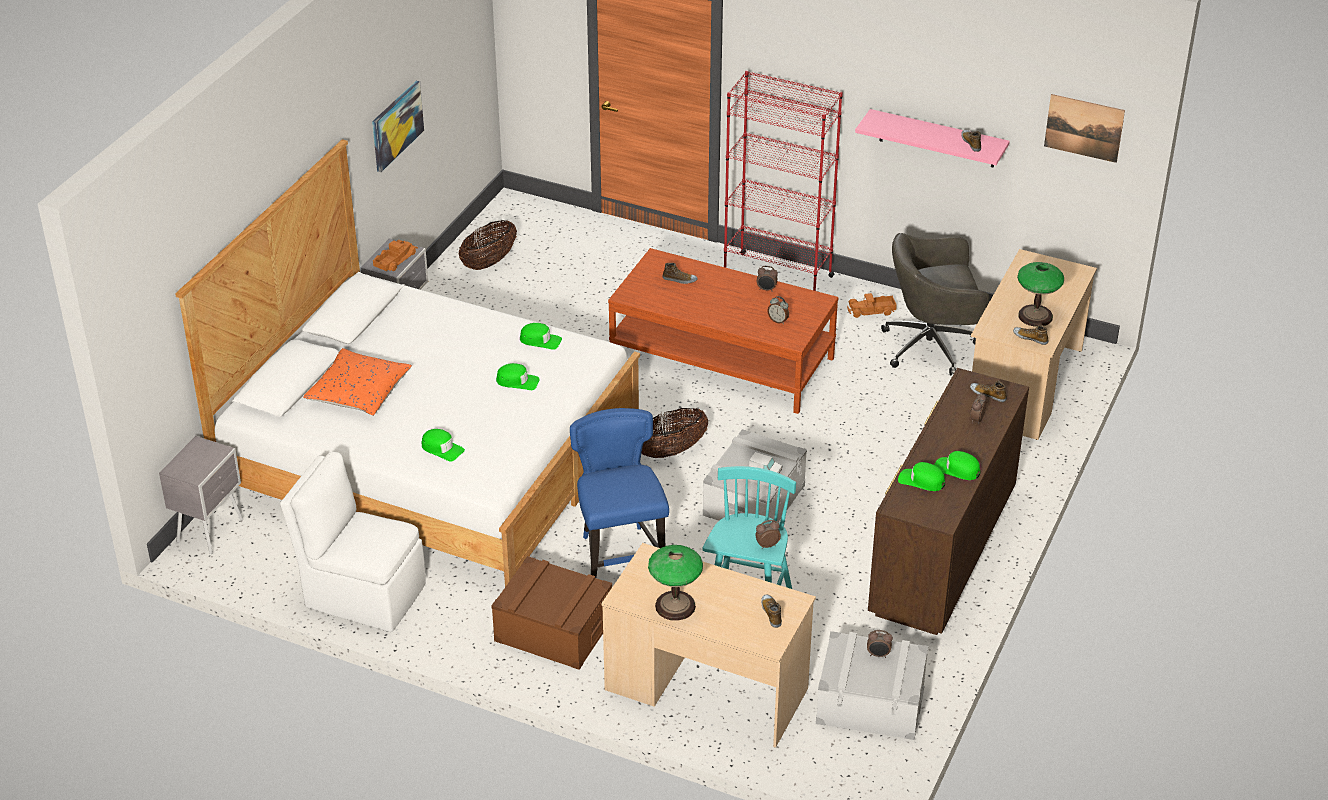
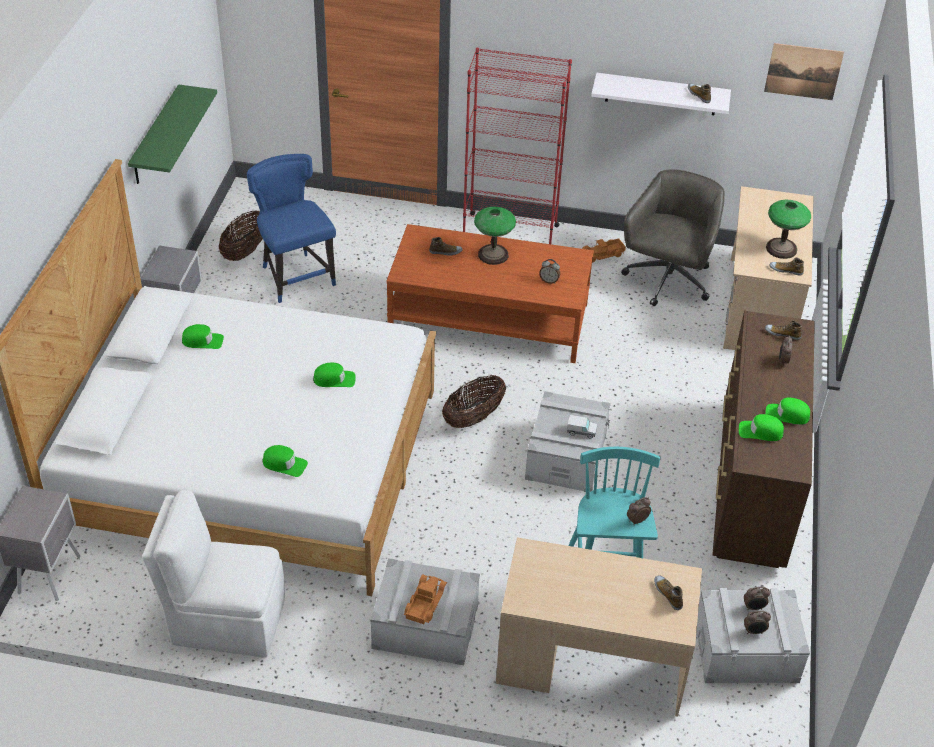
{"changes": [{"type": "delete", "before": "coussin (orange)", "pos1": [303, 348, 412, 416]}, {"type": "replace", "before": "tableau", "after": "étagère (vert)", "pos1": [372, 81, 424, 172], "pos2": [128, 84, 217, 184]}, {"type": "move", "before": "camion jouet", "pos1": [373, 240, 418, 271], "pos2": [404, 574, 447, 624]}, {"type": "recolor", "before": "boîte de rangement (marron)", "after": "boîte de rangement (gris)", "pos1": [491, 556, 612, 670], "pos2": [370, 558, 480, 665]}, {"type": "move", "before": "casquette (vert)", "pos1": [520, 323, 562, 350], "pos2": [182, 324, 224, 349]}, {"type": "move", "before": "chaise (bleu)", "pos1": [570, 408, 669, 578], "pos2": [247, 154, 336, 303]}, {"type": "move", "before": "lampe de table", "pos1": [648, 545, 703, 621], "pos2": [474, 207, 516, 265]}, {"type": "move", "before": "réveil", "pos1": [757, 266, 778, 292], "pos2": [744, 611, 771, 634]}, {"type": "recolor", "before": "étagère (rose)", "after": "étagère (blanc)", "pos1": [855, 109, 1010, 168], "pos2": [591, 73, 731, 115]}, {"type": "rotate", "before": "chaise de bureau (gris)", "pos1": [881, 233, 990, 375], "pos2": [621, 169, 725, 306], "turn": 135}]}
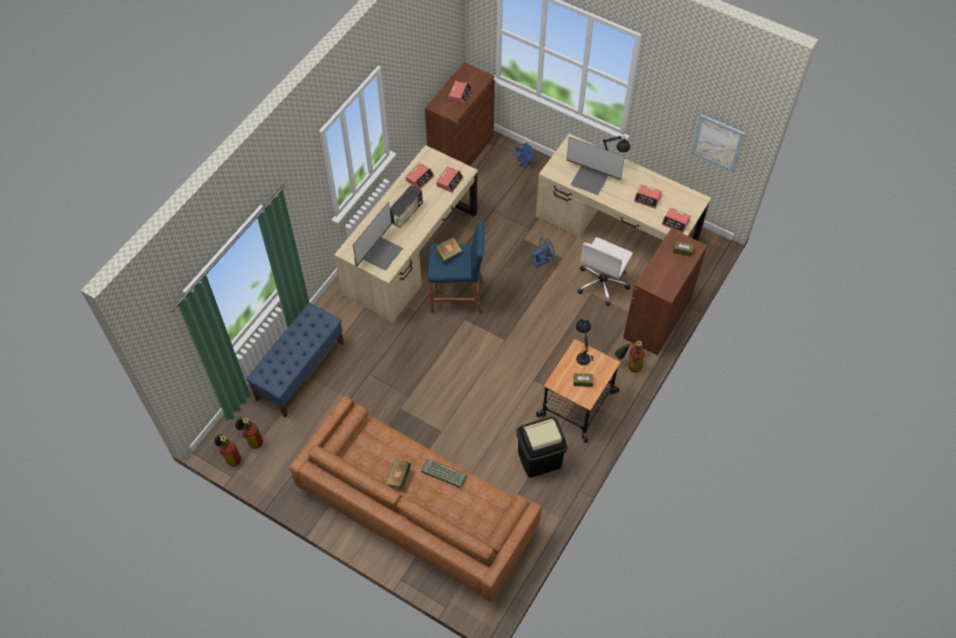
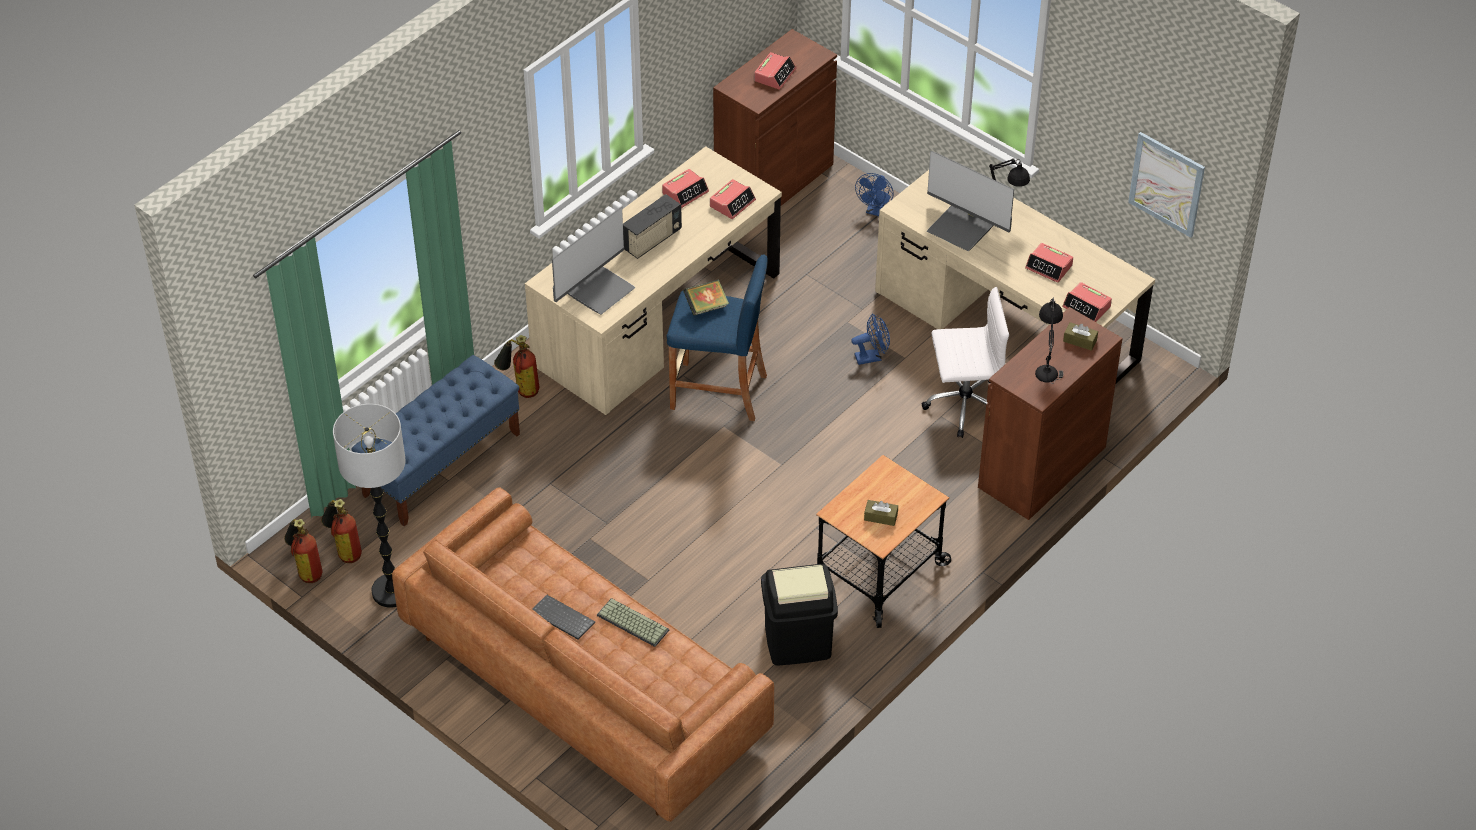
{"changes": [{"type": "replace", "before": "livre", "after": "clavier", "pos1": [386, 460, 411, 488], "pos2": [532, 595, 595, 639]}, {"type": "move", "before": "lampe de table (noir)", "pos1": [576, 318, 594, 366], "pos2": [1035, 297, 1063, 384]}, {"type": "rotate", "before": "chaise de bureau (blanc)", "pos1": [577, 237, 633, 306], "pos2": [922, 287, 1009, 438], "turn": -135}, {"type": "move", "before": "extincteur", "pos1": [615, 340, 645, 372], "pos2": [494, 335, 539, 398]}, {"type": "insert", "after": "lampadaire", "pos2": [333, 404, 406, 608]}]}
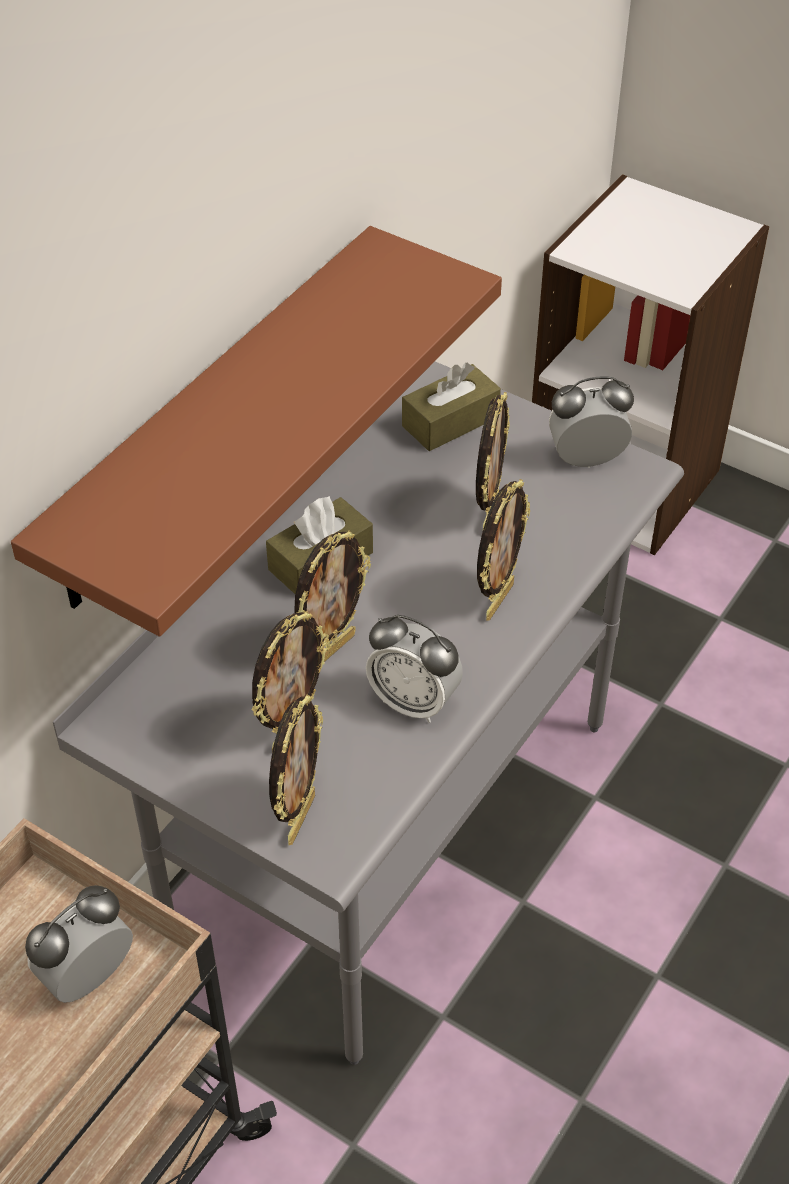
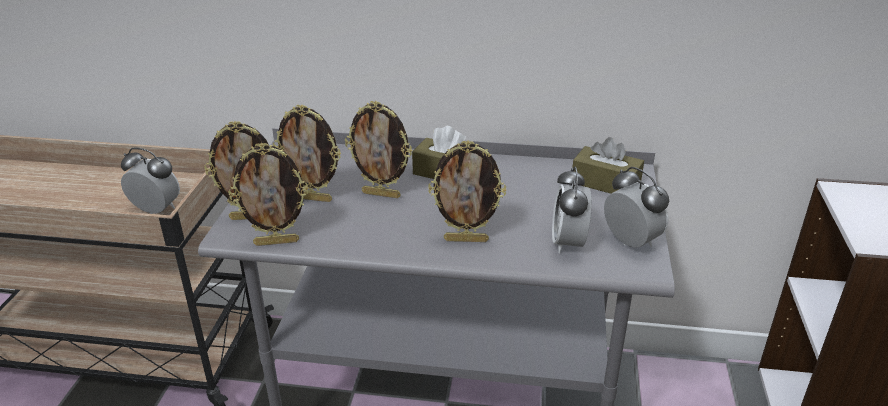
{"changes": [{"type": "delete", "before": "étagère (marron)", "pos1": [11, 226, 502, 637]}, {"type": "move", "before": "réveil", "pos1": [366, 615, 463, 723], "pos2": [552, 166, 592, 253]}, {"type": "move", "before": "cadre photo", "pos1": [476, 392, 510, 529], "pos2": [228, 142, 309, 246]}]}
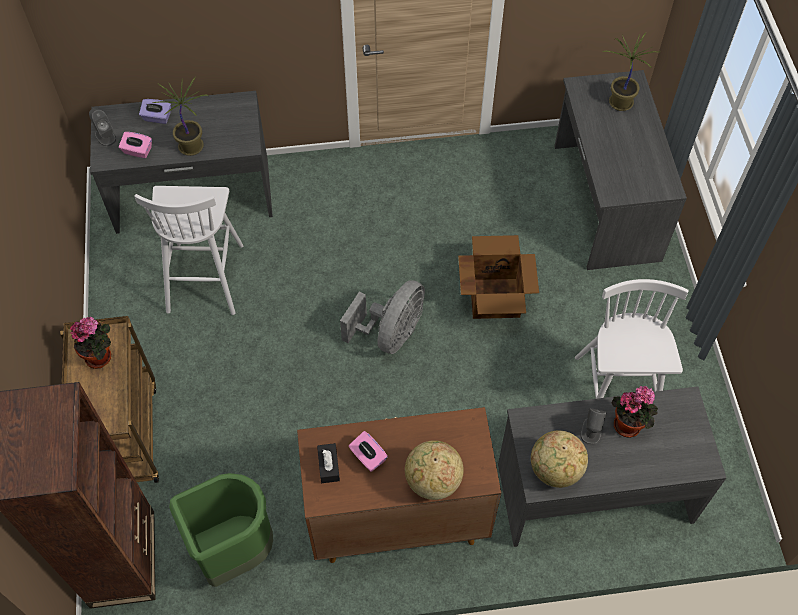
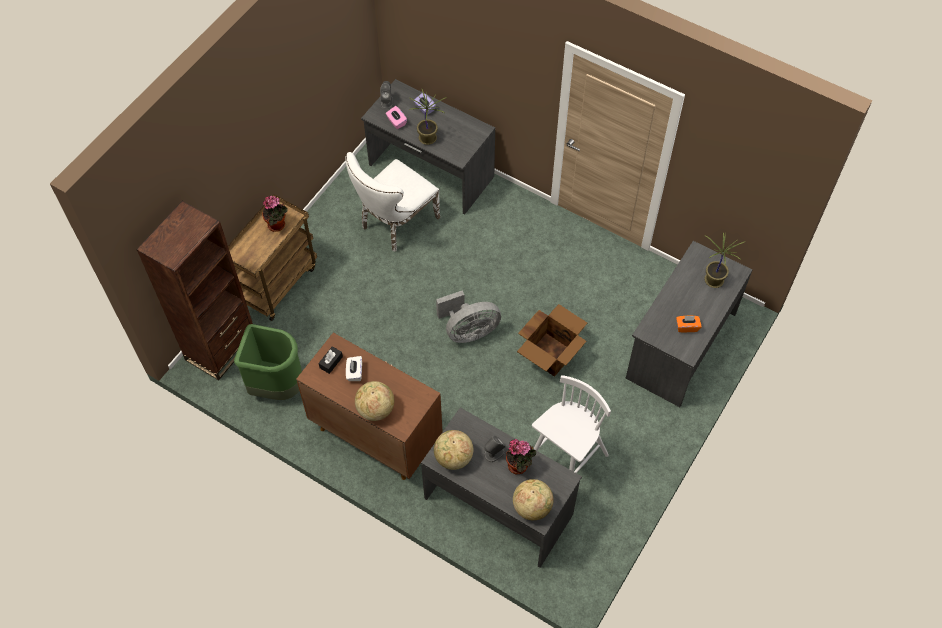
{"changes": [{"type": "replace", "before": "tabouret (blanc)", "after": "chaise (blanc)", "pos1": [134, 186, 243, 315], "pos2": [346, 152, 440, 252]}, {"type": "recolor", "before": "boîte à mouchoirs (rose)", "after": "boîte à mouchoirs (blanc)", "pos1": [348, 431, 388, 472], "pos2": [346, 356, 362, 381]}, {"type": "insert", "after": "globe", "pos2": [513, 479, 554, 520]}, {"type": "insert", "after": "boîte à mouchoirs (orange)", "pos2": [676, 316, 702, 333]}]}
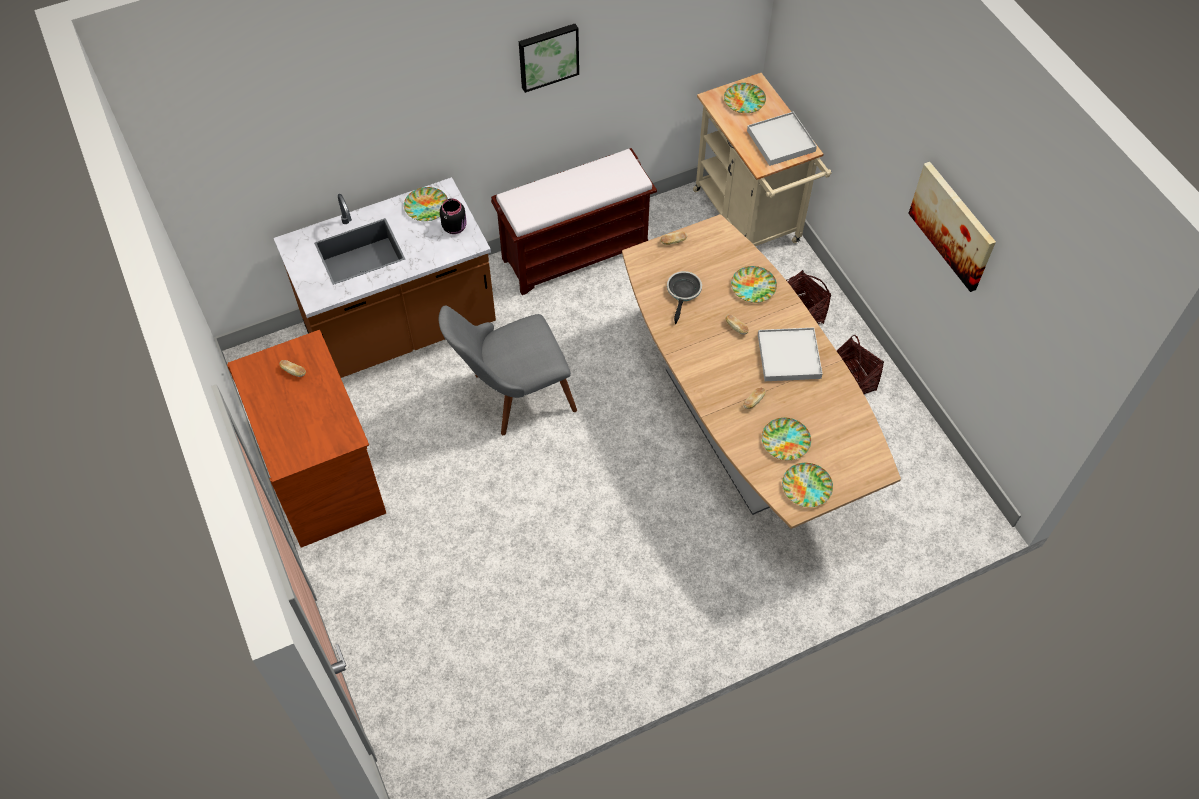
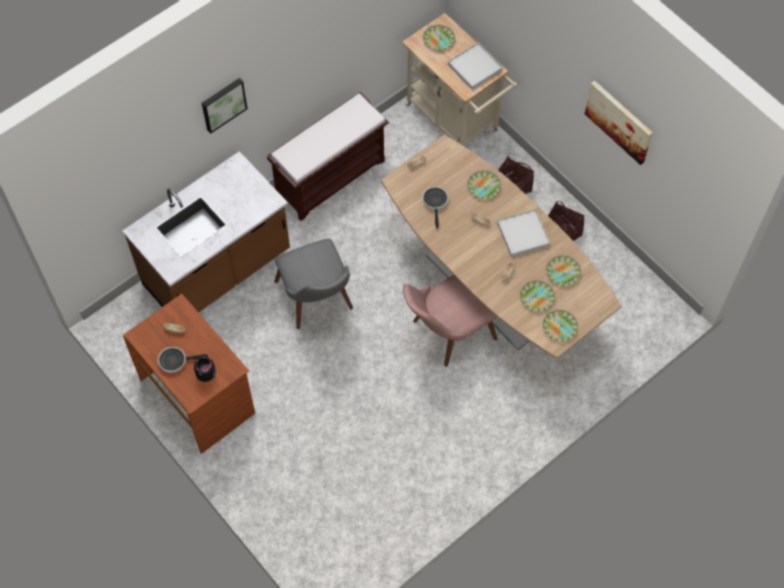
{"changes": [{"type": "move", "before": "assiette", "pos1": [404, 187, 448, 221], "pos2": [546, 256, 581, 286]}, {"type": "rotate", "before": "chaise (gris)", "pos1": [439, 306, 577, 435], "pos2": [274, 238, 353, 329], "turn": -75}, {"type": "move", "before": "bocal (noir)", "pos1": [440, 198, 467, 234], "pos2": [194, 357, 216, 382]}, {"type": "move", "before": "tableau", "pos1": [519, 24, 579, 93], "pos2": [202, 78, 247, 134]}, {"type": "insert", "after": "poêle", "pos2": [158, 347, 208, 373]}, {"type": "insert", "after": "chaise (rose)", "pos2": [403, 275, 498, 367]}]}
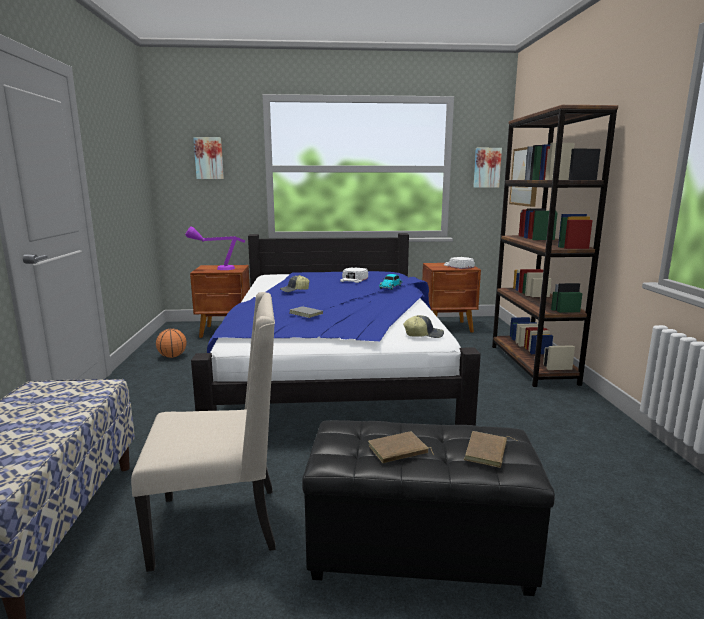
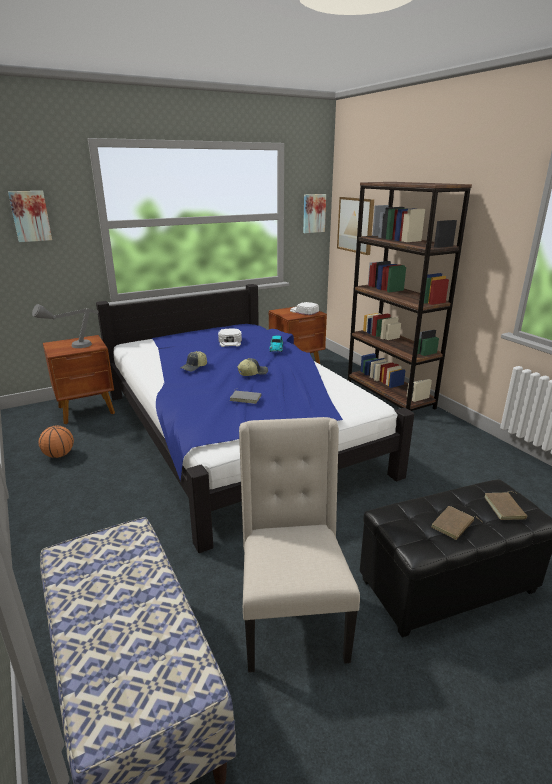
{"changes": [{"type": "rotate", "before": "chaise (beige)", "pos1": [131, 292, 276, 572], "pos2": [239, 417, 360, 672], "turn": -60}, {"type": "recolor", "before": "lampe de table (violet)", "after": "lampe de table (gris)", "pos1": [185, 226, 245, 270], "pos2": [32, 304, 99, 348]}, {"type": "move", "before": "casquette", "pos1": [403, 315, 444, 338], "pos2": [237, 358, 268, 376]}]}
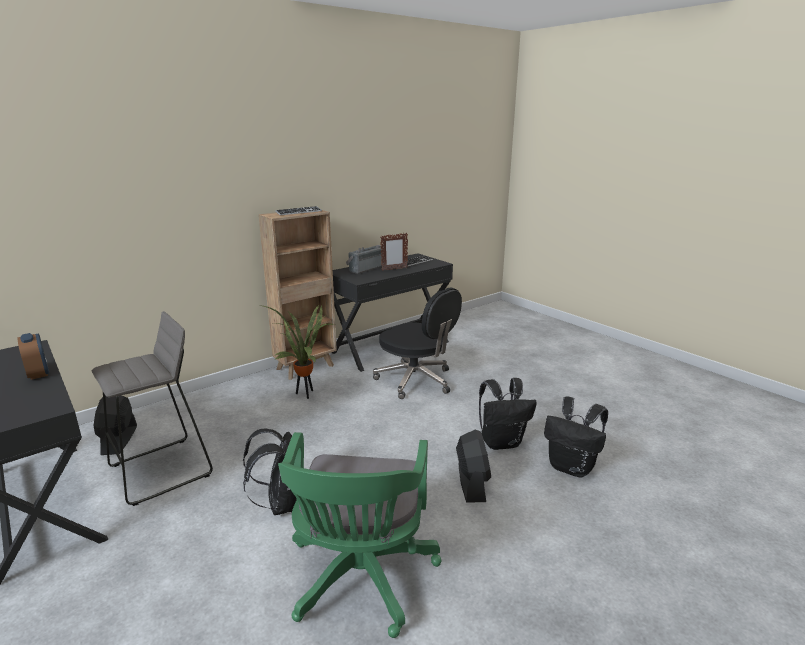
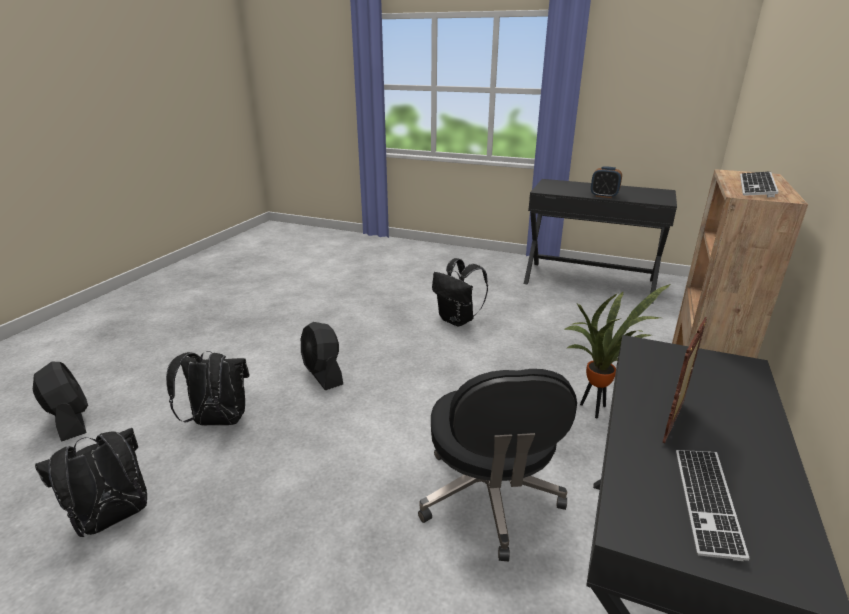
{"changes": [{"type": "delete", "before": "tabouret (gris)", "pos1": [92, 311, 213, 506]}, {"type": "move", "before": "ventilateur (noir)", "pos1": [93, 395, 137, 455], "pos2": [33, 362, 88, 442]}, {"type": "delete", "before": "chaise de bureau (vert)", "pos1": [278, 432, 442, 638]}, {"type": "delete", "before": "radio", "pos1": [346, 245, 384, 274]}, {"type": "rotate", "before": "chaise de bureau (noir)", "pos1": [373, 287, 462, 399], "pos2": [418, 369, 577, 561], "turn": -105}, {"type": "move", "before": "sac à dos (noir)", "pos1": [479, 378, 537, 450], "pos2": [35, 428, 147, 537]}]}
